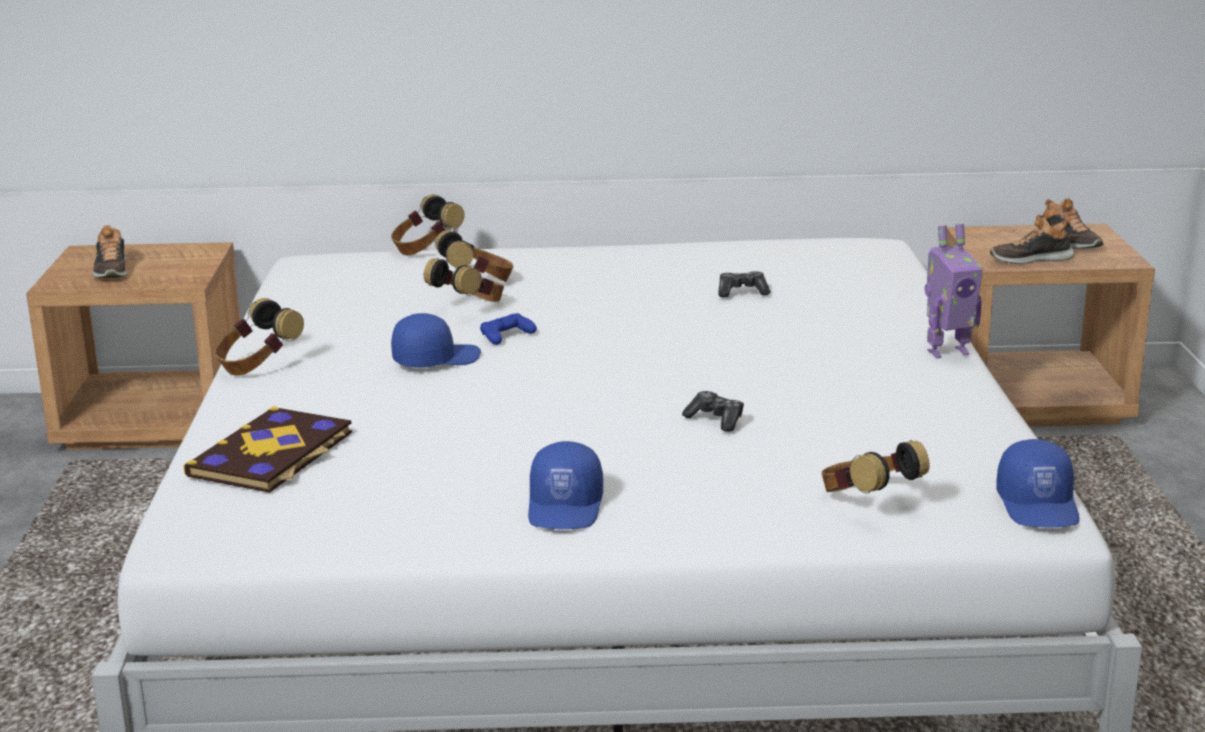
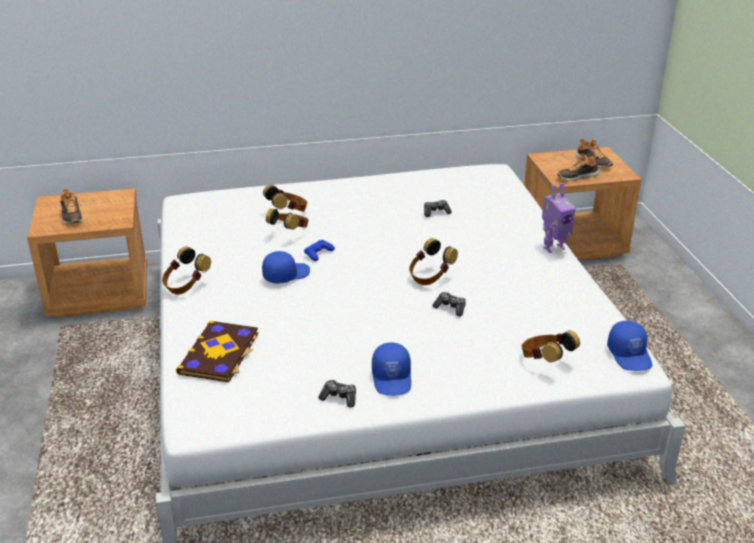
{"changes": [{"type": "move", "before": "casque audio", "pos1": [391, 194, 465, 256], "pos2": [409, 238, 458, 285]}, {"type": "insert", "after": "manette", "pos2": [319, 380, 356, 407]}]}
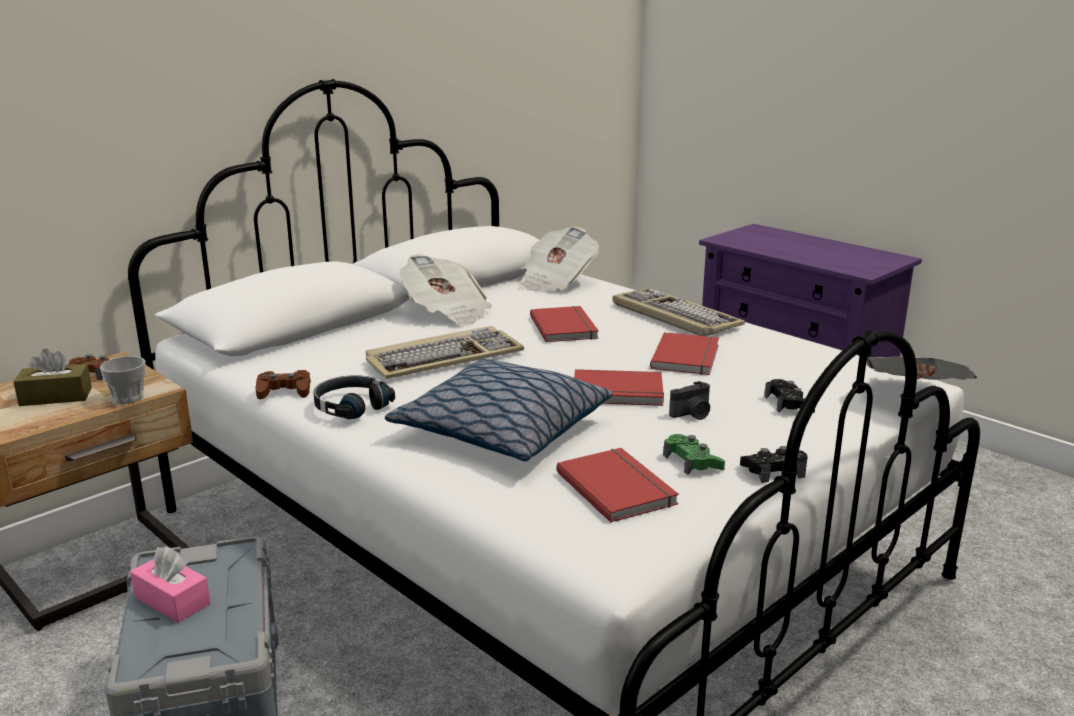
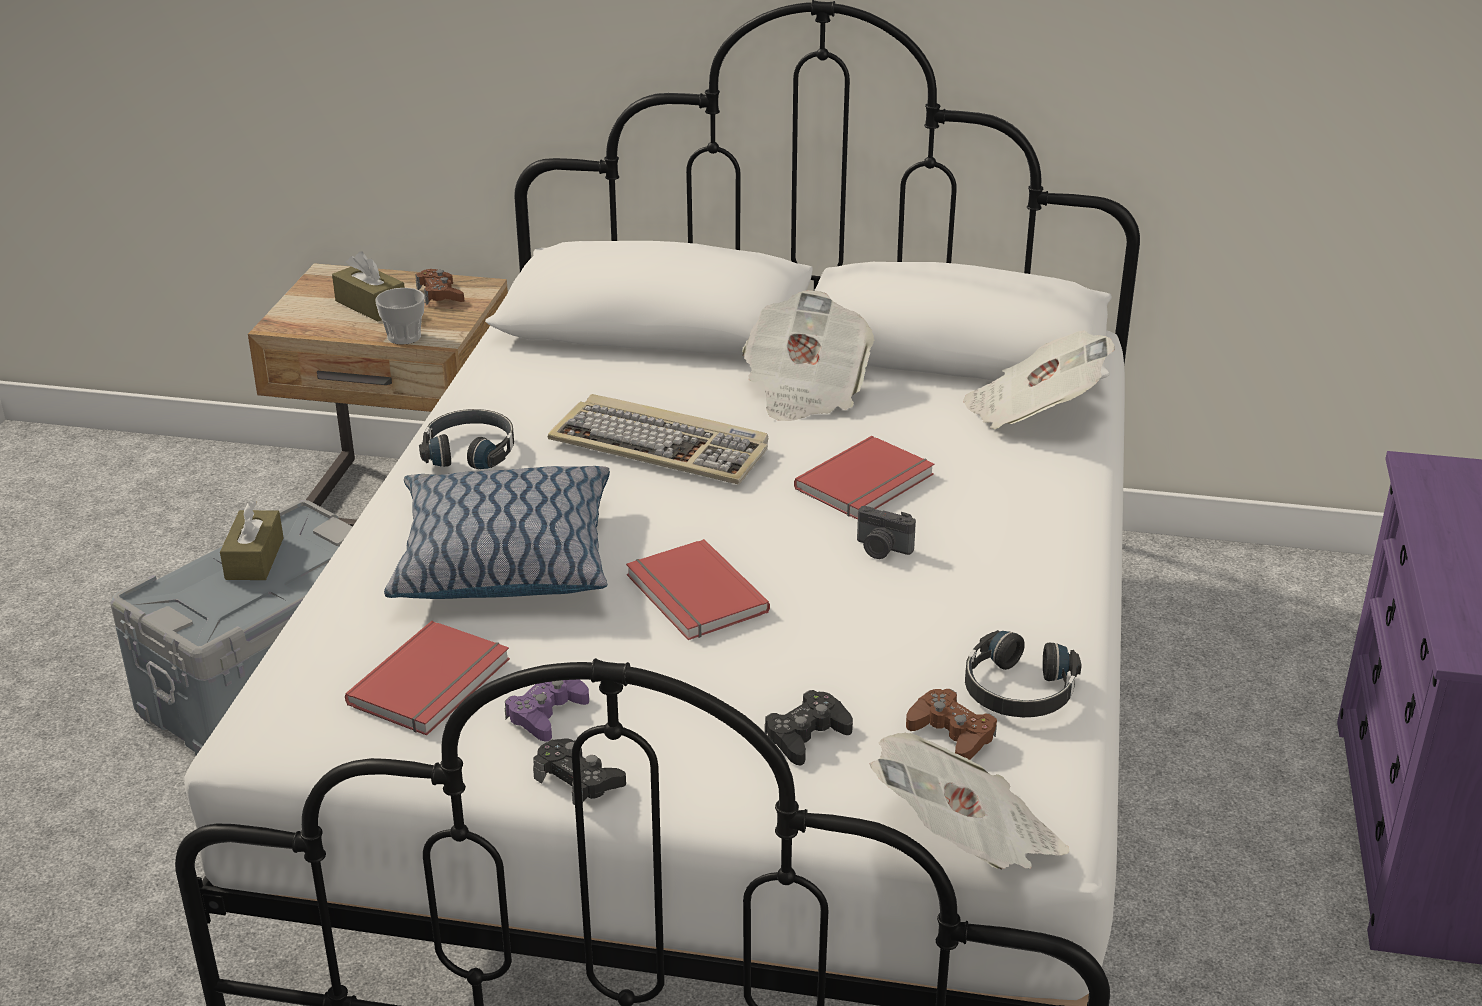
{"changes": [{"type": "recolor", "before": "boîte à mouchoirs (rose)", "after": "boîte à mouchoirs (marron)", "pos1": [130, 546, 211, 623], "pos2": [220, 500, 284, 580]}, {"type": "move", "before": "manette (marron)", "pos1": [256, 370, 311, 399], "pos2": [906, 689, 997, 760]}, {"type": "delete", "before": "clavier", "pos1": [612, 288, 745, 336]}, {"type": "delete", "before": "livre (rouge)", "pos1": [650, 332, 719, 375]}, {"type": "recolor", "before": "manette (vert)", "after": "manette (violet)", "pos1": [663, 434, 725, 475], "pos2": [505, 680, 589, 741]}, {"type": "move", "before": "appareil photo", "pos1": [669, 381, 710, 420], "pos2": [857, 506, 916, 559]}, {"type": "insert", "after": "casque audio (noir)", "pos2": [965, 630, 1082, 717]}]}
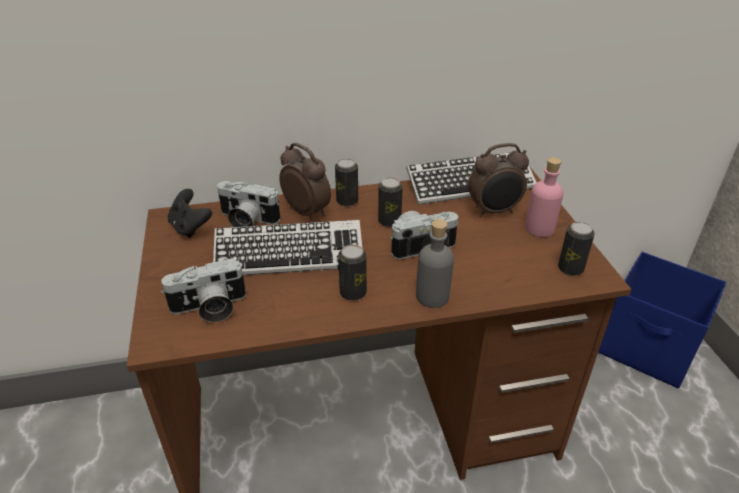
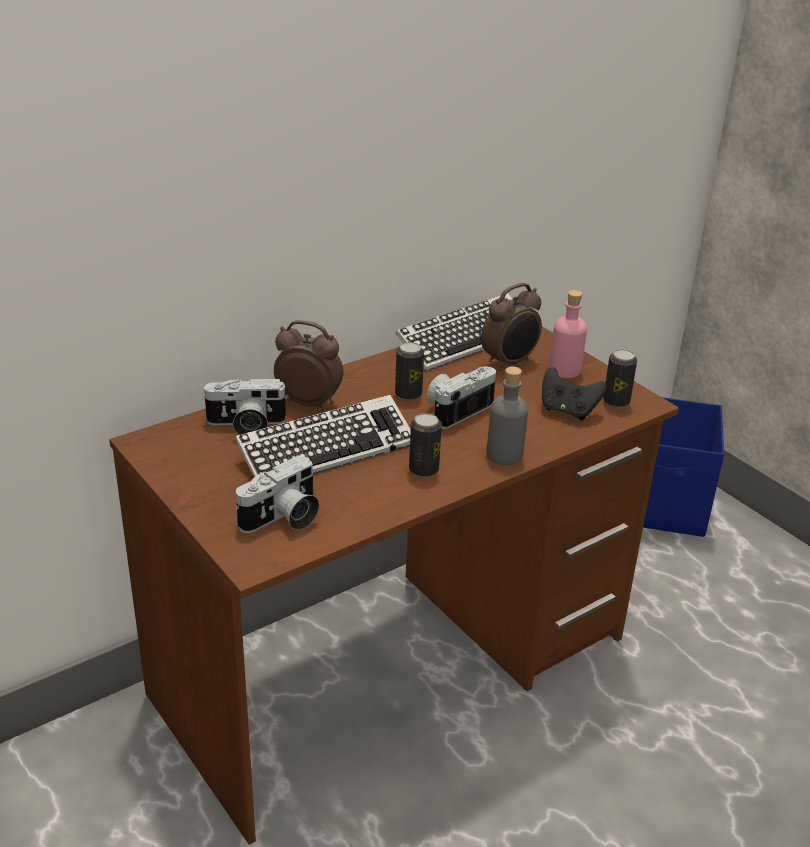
{"changes": [{"type": "move", "before": "manette (noir)", "pos1": [168, 189, 212, 238], "pos2": [542, 367, 607, 420]}, {"type": "delete", "before": "boîte métallique", "pos1": [335, 159, 358, 206]}]}
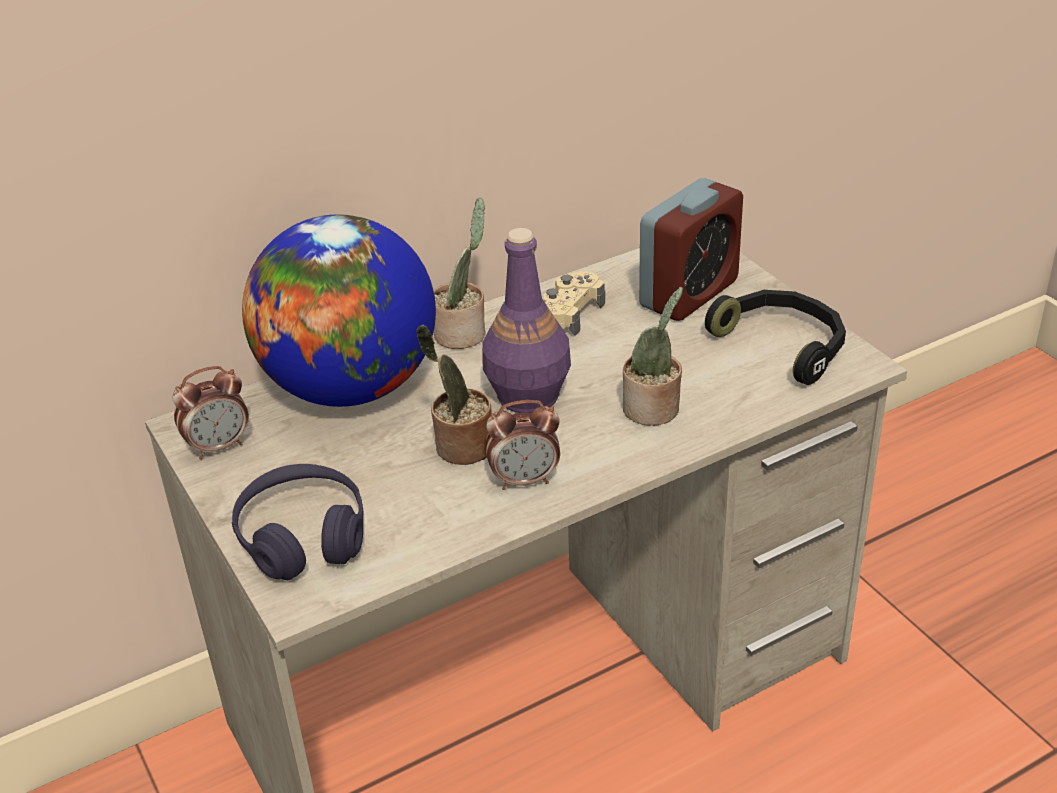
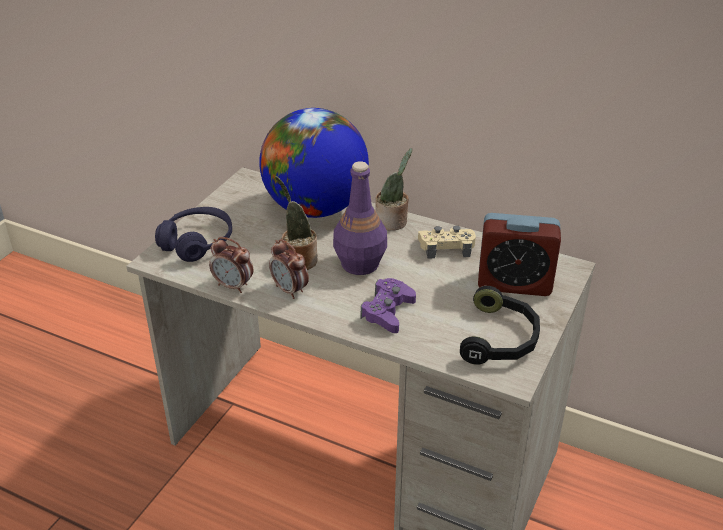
{"changes": [{"type": "move", "before": "réveil", "pos1": [172, 366, 249, 459], "pos2": [209, 237, 253, 293]}, {"type": "replace", "before": "plante en pot", "after": "manette (violet)", "pos1": [623, 287, 683, 426], "pos2": [360, 278, 416, 333]}]}
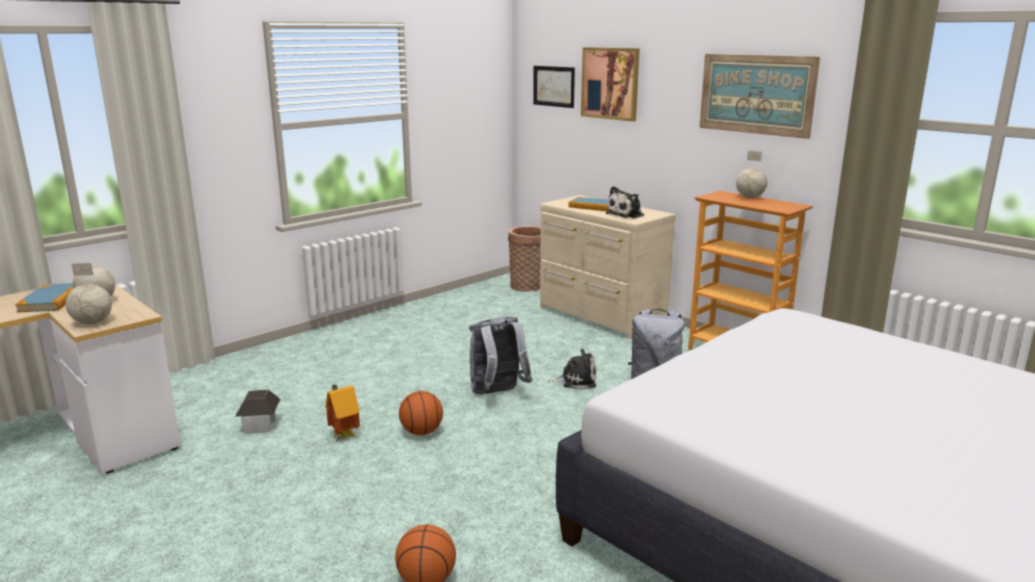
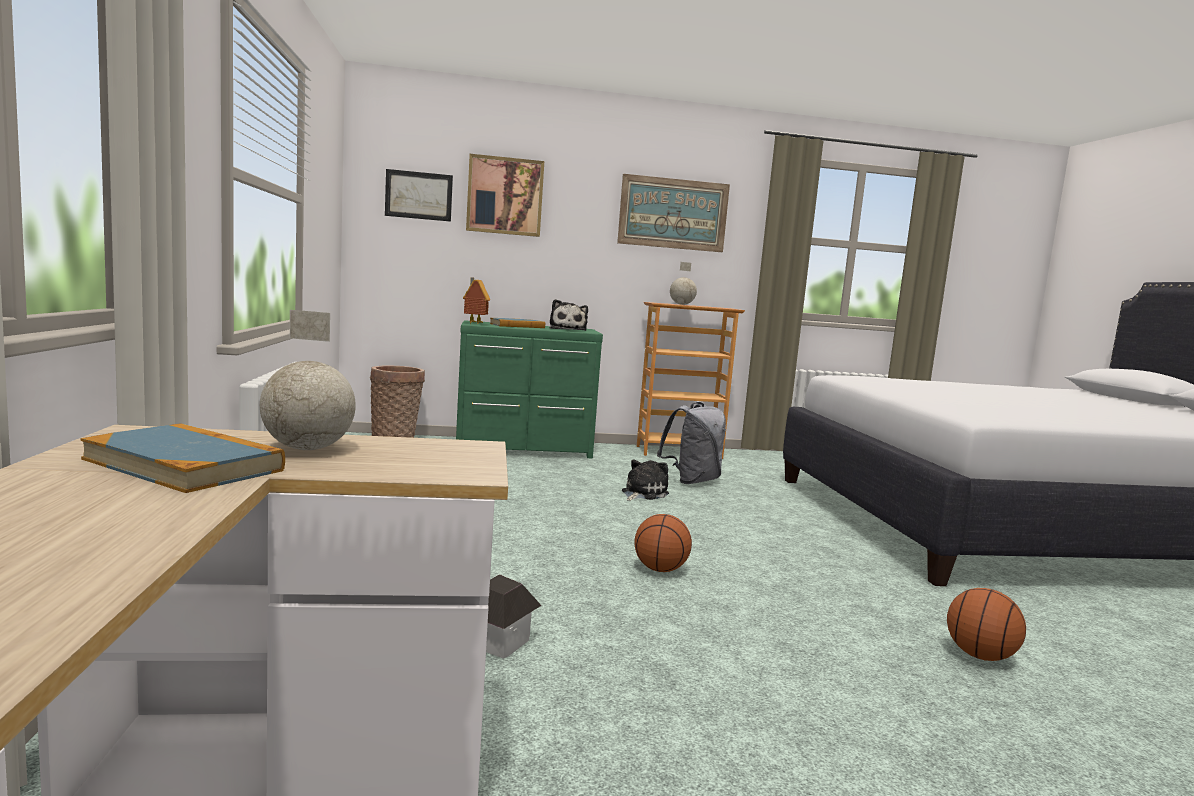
{"changes": [{"type": "delete", "before": "globe", "pos1": [66, 263, 112, 324]}, {"type": "move", "before": "maison miniature", "pos1": [326, 385, 360, 441], "pos2": [463, 277, 490, 325]}, {"type": "delete", "before": "sac à dos (gris)", "pos1": [469, 317, 532, 394]}, {"type": "recolor", "before": "commode (beige)", "after": "commode (vert)", "pos1": [540, 195, 676, 339], "pos2": [456, 320, 603, 459]}]}
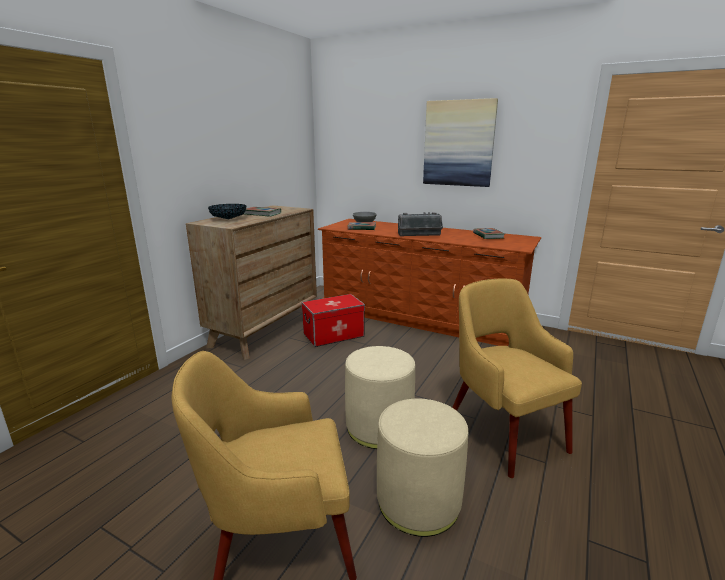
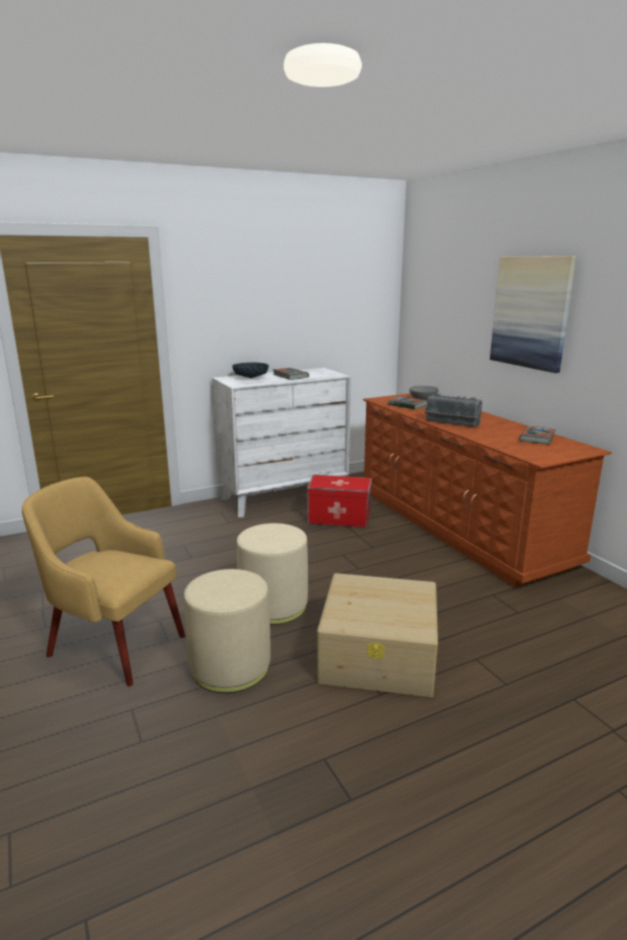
{"changes": [{"type": "recolor", "before": "commode (marron)", "after": "commode (blanc)", "pos1": [186, 205, 317, 360], "pos2": [212, 368, 351, 517]}, {"type": "replace", "before": "fauteuil (jaune)", "after": "boîte de rangement (beige)", "pos1": [452, 279, 582, 478], "pos2": [317, 573, 438, 697]}]}
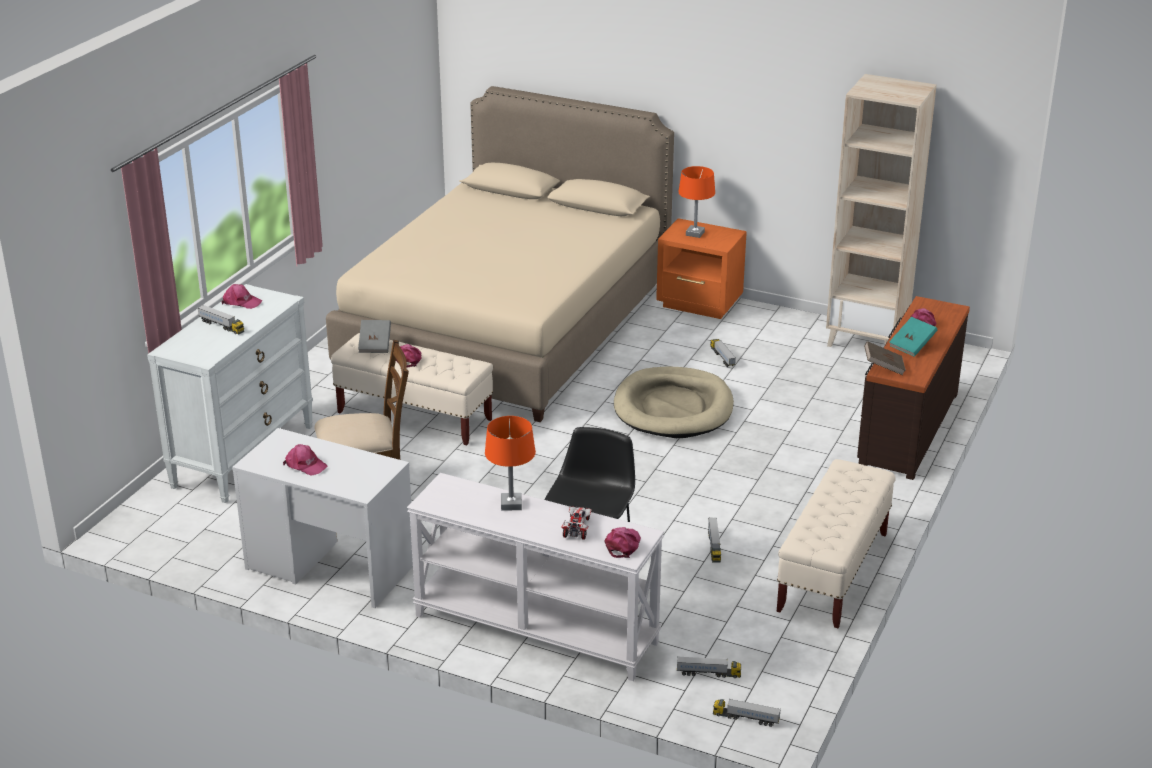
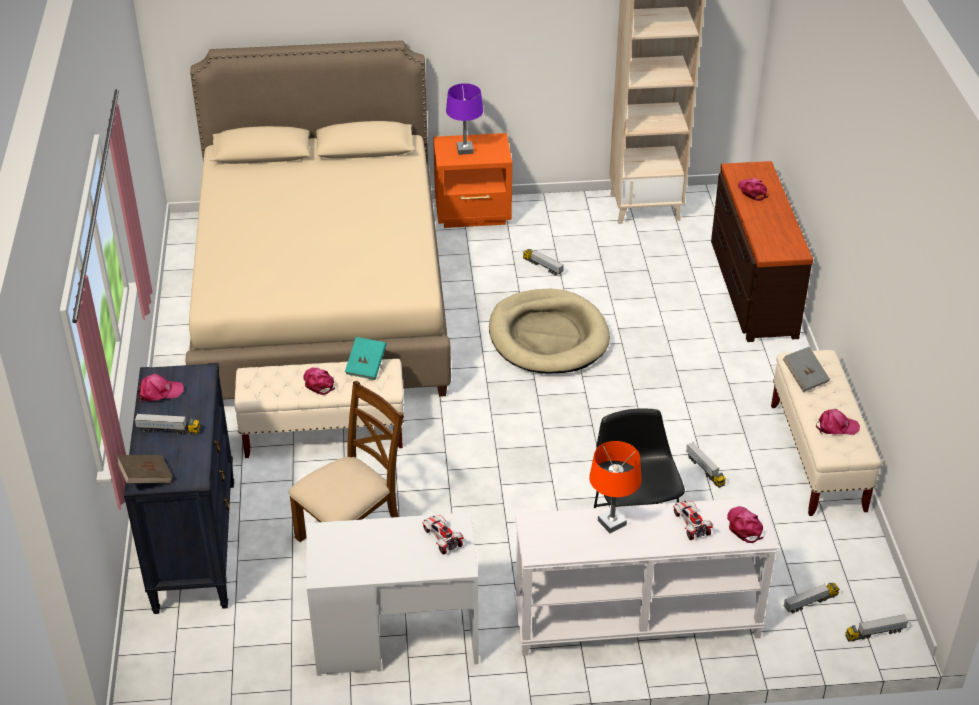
{"changes": [{"type": "recolor", "before": "commode (blanc)", "after": "commode (noir)", "pos1": [147, 284, 313, 503], "pos2": [124, 363, 234, 614]}, {"type": "move", "before": "casquette (rose)", "pos1": [283, 444, 328, 476], "pos2": [816, 409, 860, 435]}, {"type": "move", "before": "livre (gris)", "pos1": [358, 320, 391, 353], "pos2": [783, 347, 830, 392]}, {"type": "recolor", "before": "lampe de table (orange)", "after": "lampe de table (violet)", "pos1": [679, 166, 715, 238], "pos2": [446, 83, 483, 155]}, {"type": "move", "before": "livre (marron)", "pos1": [864, 341, 906, 375], "pos2": [117, 455, 173, 484]}, {"type": "move", "before": "livre (turquoise)", "pos1": [889, 317, 937, 357], "pos2": [345, 337, 387, 380]}, {"type": "insert", "after": "petite voiture", "pos2": [422, 515, 464, 555]}]}
